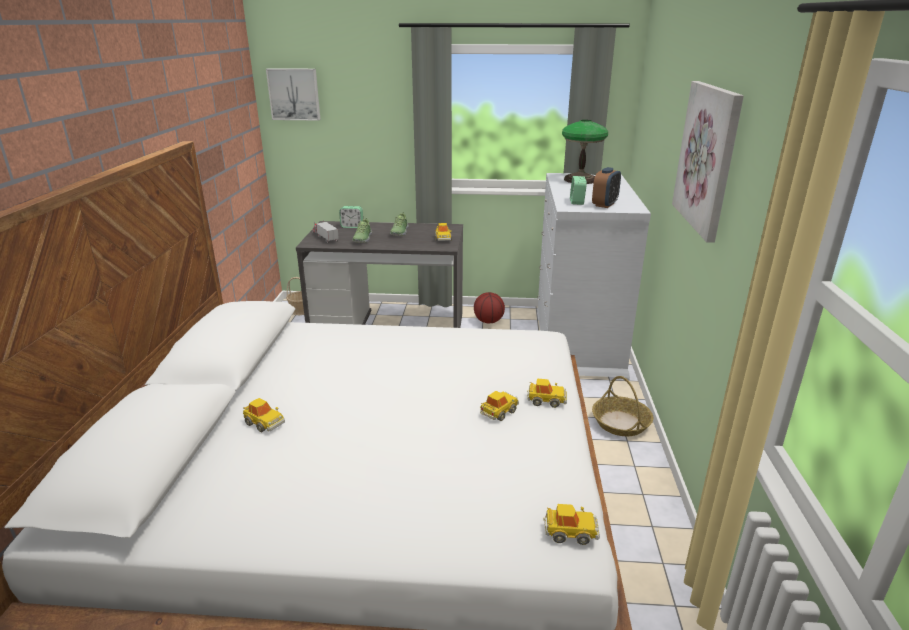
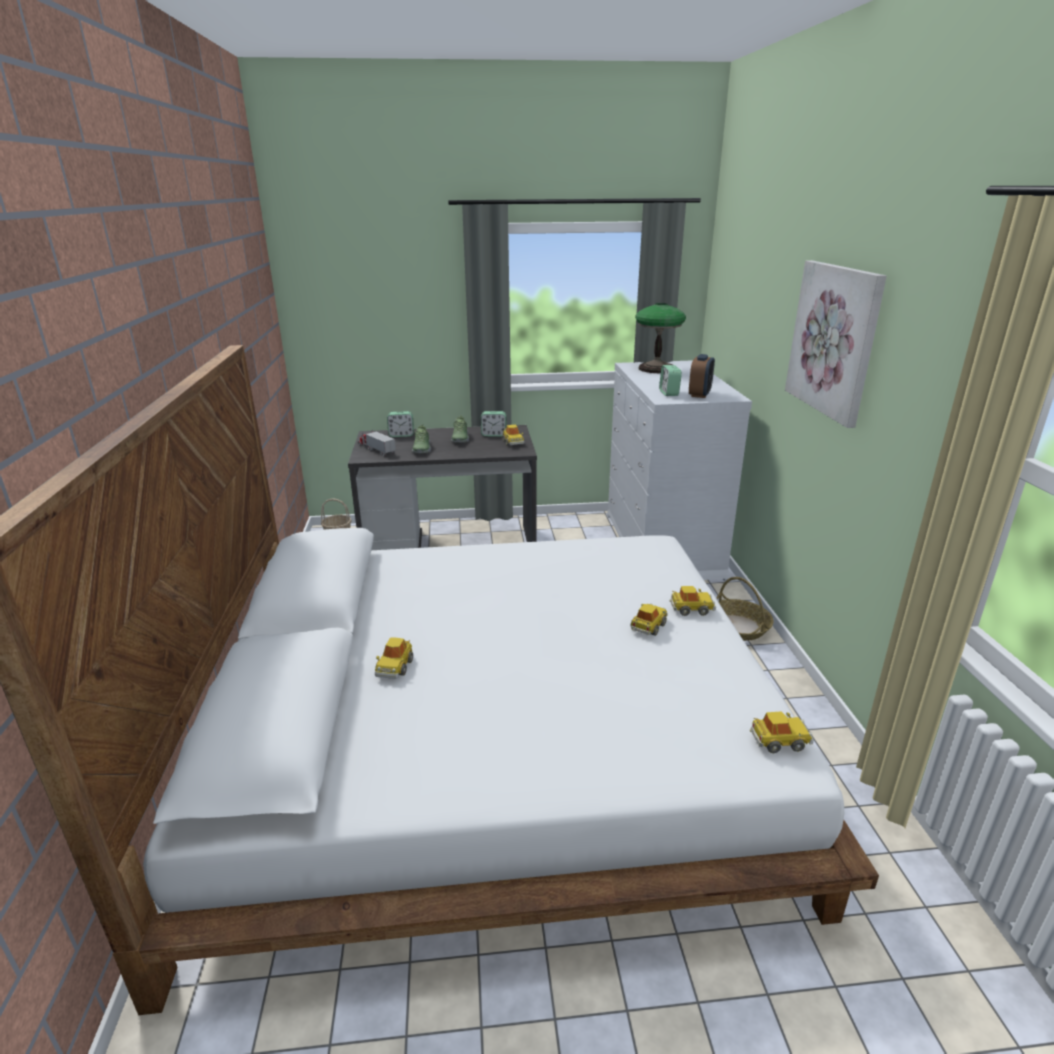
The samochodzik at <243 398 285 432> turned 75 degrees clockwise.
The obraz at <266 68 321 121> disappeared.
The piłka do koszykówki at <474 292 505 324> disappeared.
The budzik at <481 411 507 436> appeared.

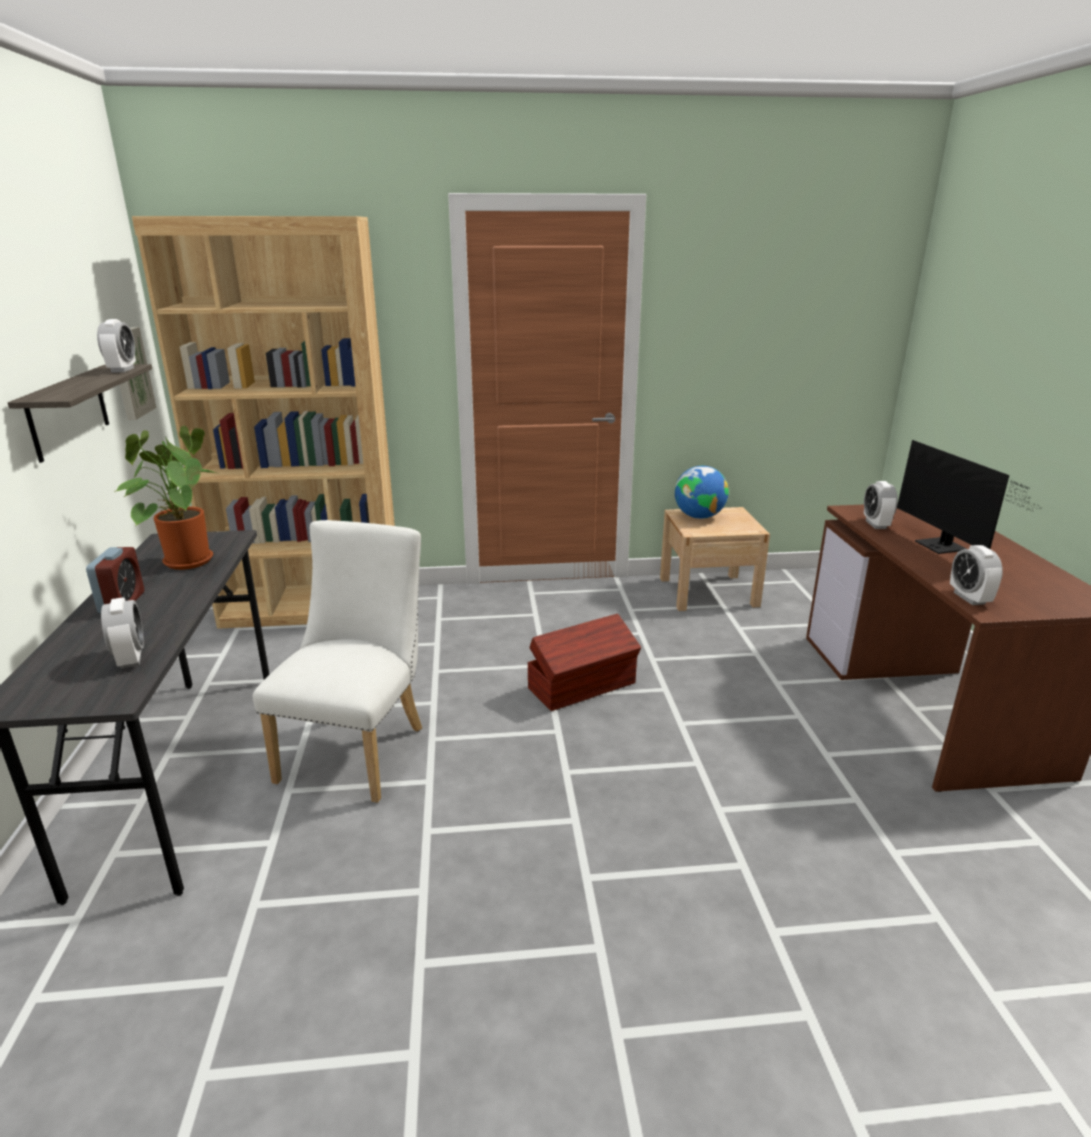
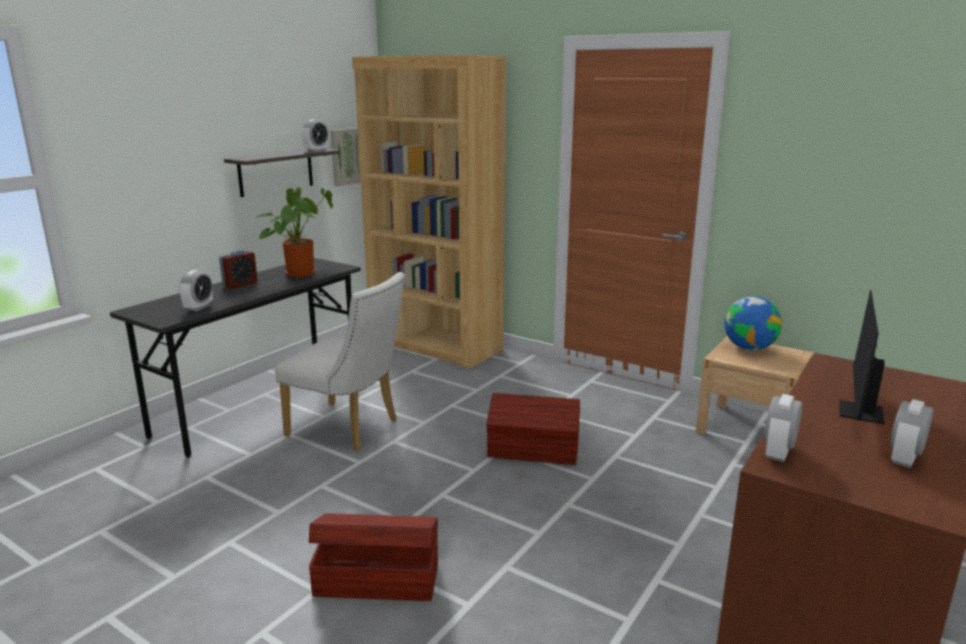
The krzesło [biały] at <253 520 422 803> turned 60 degrees clockwise.
The budzik moved from <864 481 898 529> to <890 399 933 468>.
The pojemnik do przechowywania [brązowy] at <308 513 438 601> appeared.

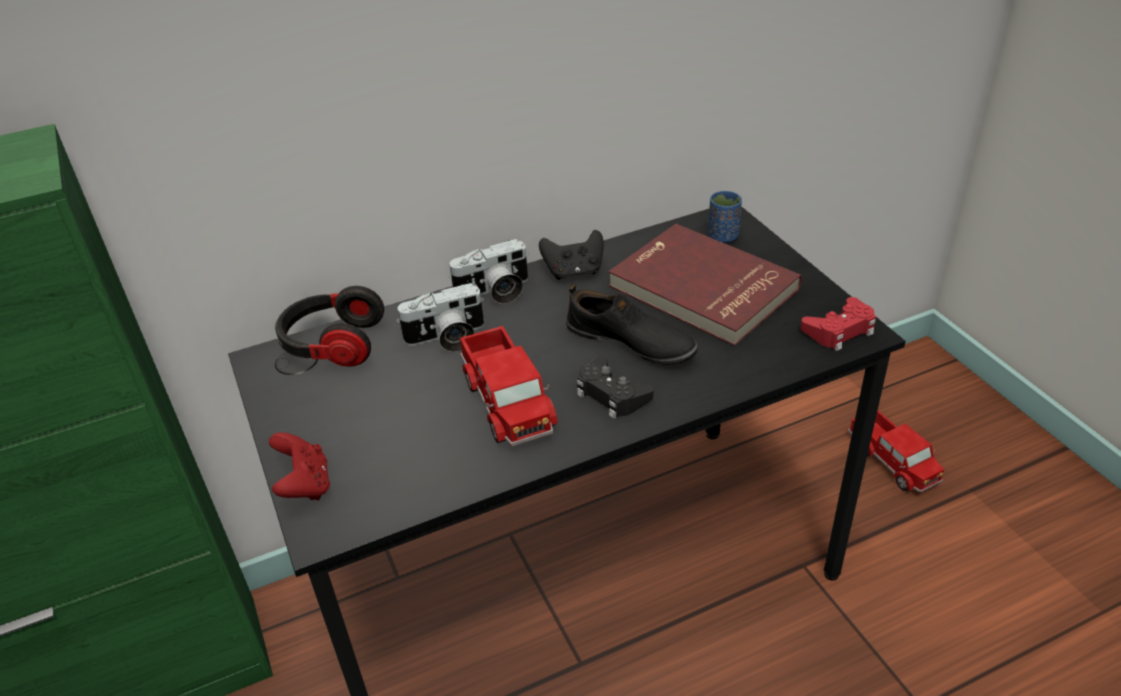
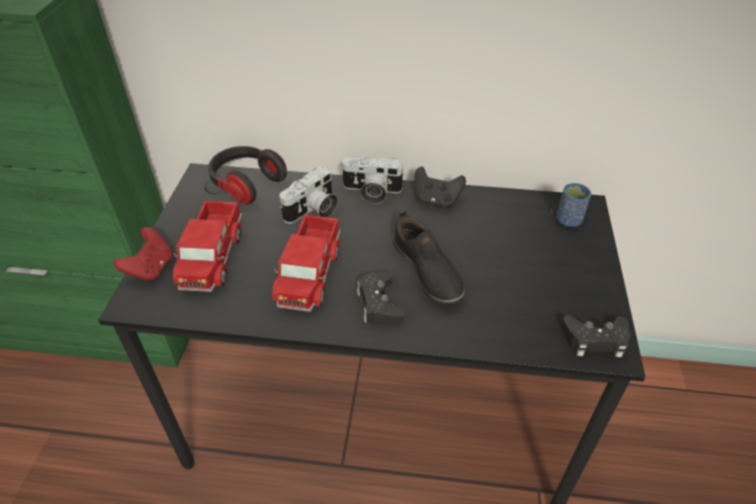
The aparat fotograficzny at <397 283 484 352> turned 60 degrees counterclockwise.
The książka [czerwony] at <608 224 802 346> disappeared.
The pad do gier [czerwony] at <800 297 876 351> became the pad do gier [czarny] at <561 315 631 357>.
The ciężarówka zabawkowa moved from <848 411 944 493> to <173 201 242 292>.

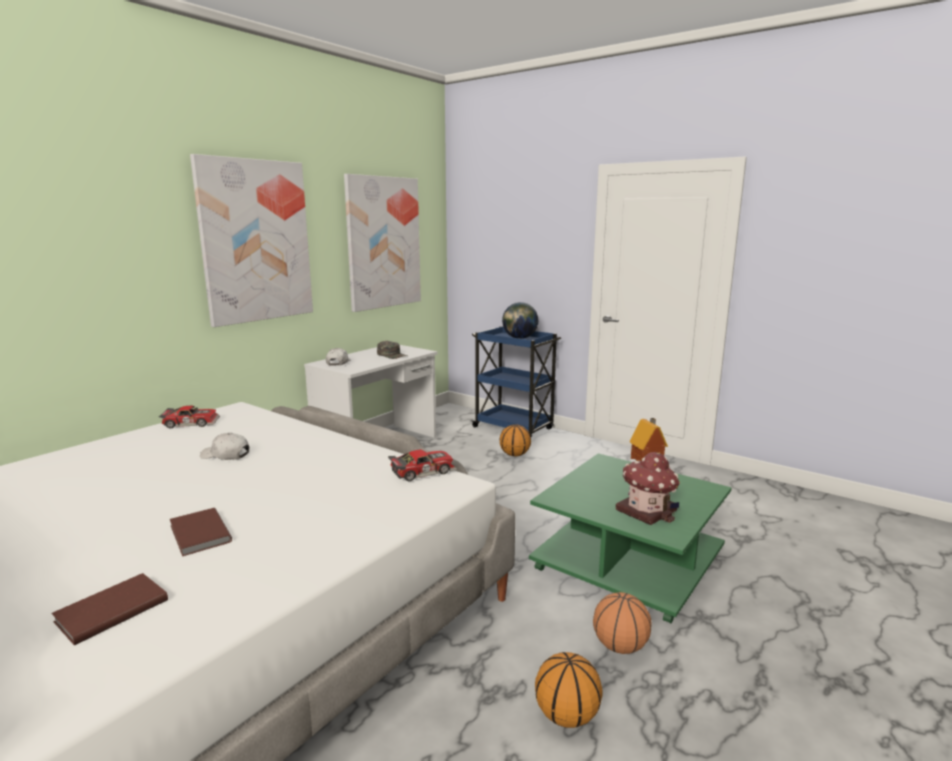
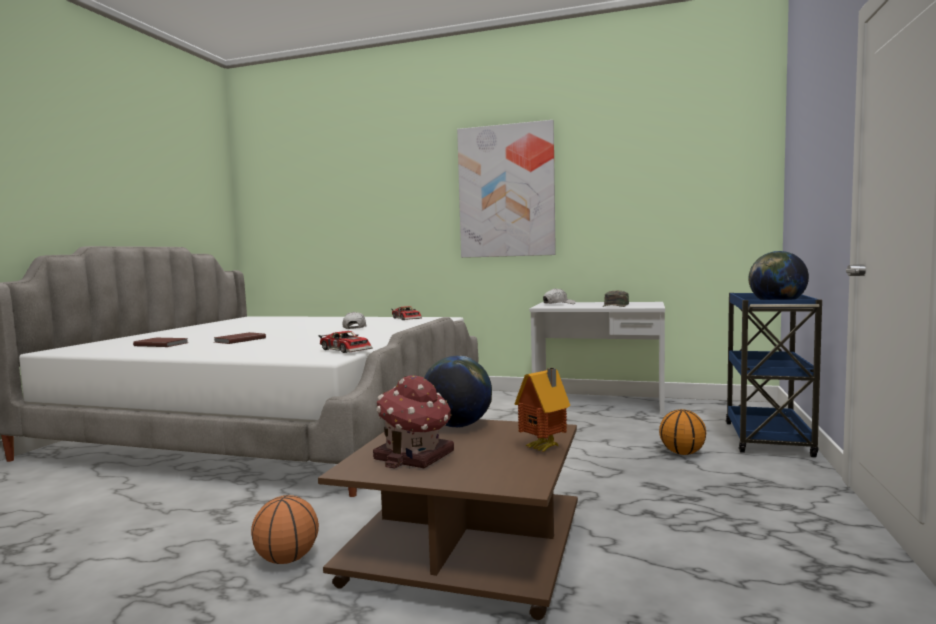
The obraz at <344 174 421 312> disappeared.
The ława [zielony] at <529 453 731 623> became the ława [brązowy] at <318 419 578 620>.
The piłka do koszykówki at <535 652 603 728> disappeared.
The globus at <424 356 492 427> appeared.

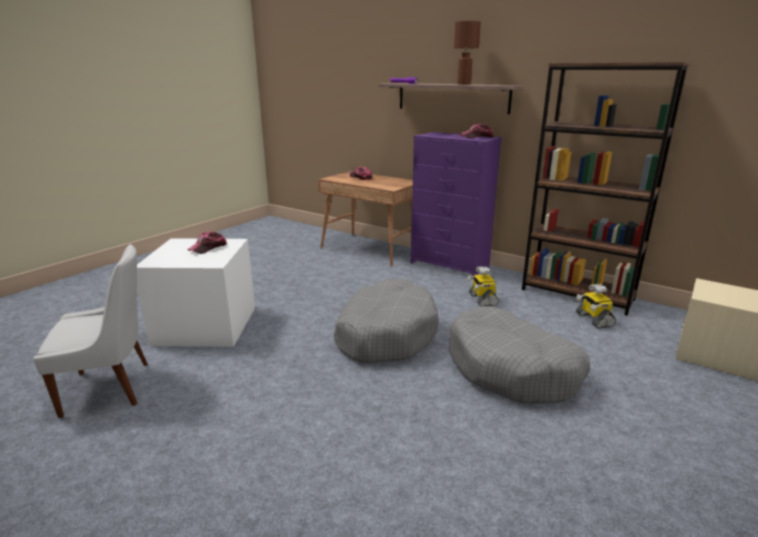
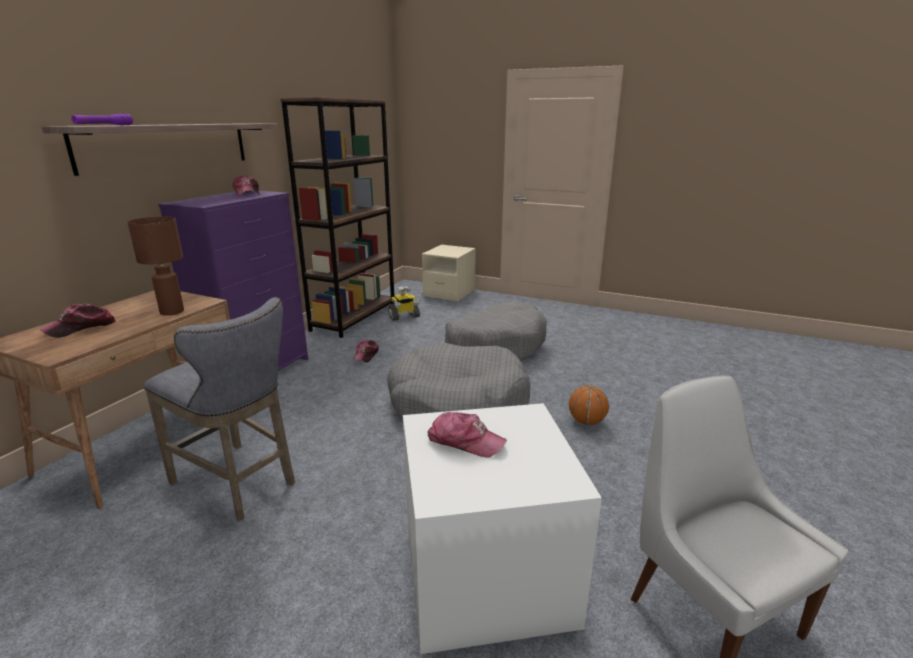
The lampa stołowa [brązowy] moved from <454 21 481 85> to <127 216 184 316>.
The robot zabawkowy at <467 266 499 306> was replaced by the czapka z daszkiem at <353 340 379 363>.
The stołek [szary] at <144 297 295 521> appeared.
The piłka do koszykówki at <569 385 609 425> appeared.

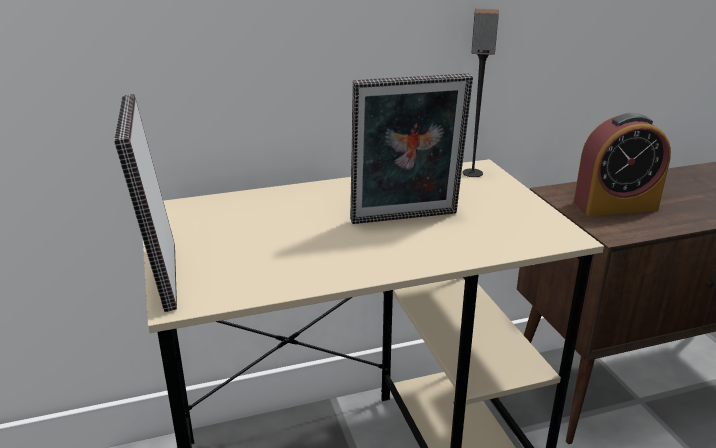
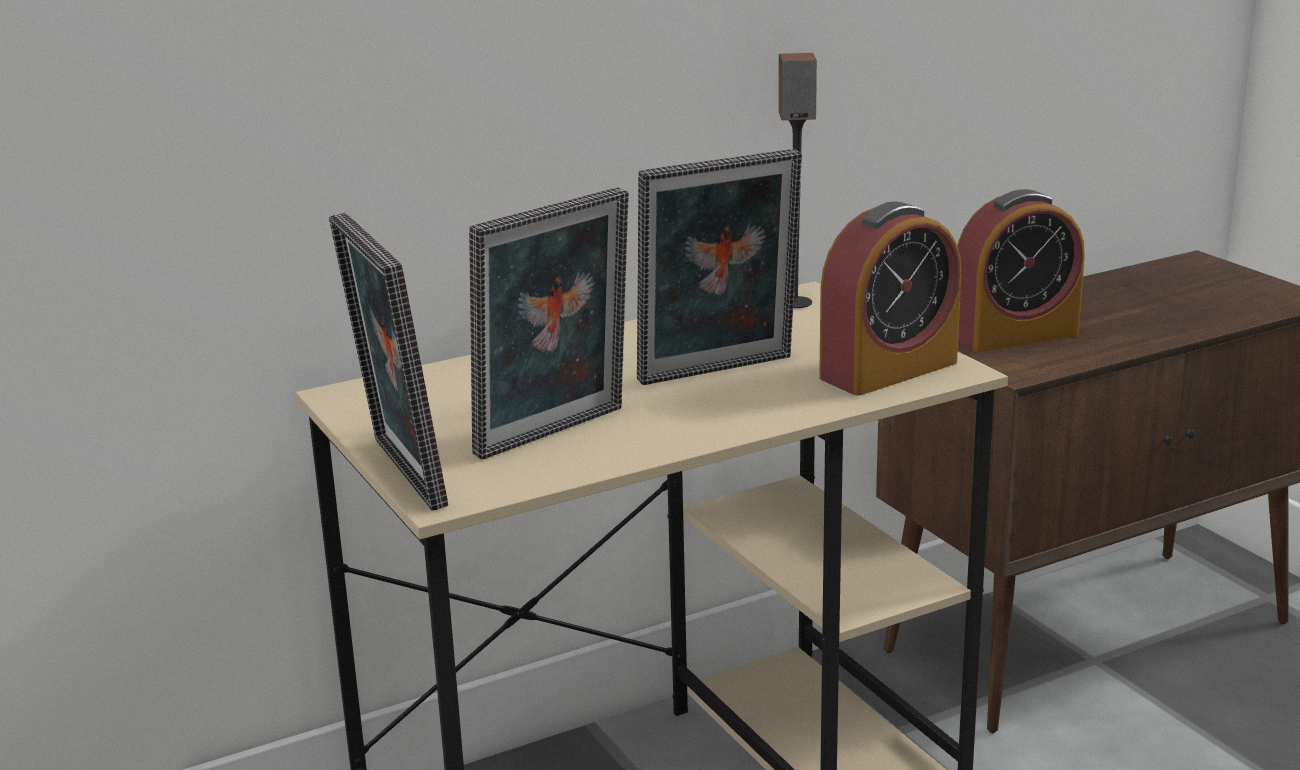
The ramka na zdjęcie at <469 187 629 460> appeared.
The budzik at <819 201 961 396> appeared.

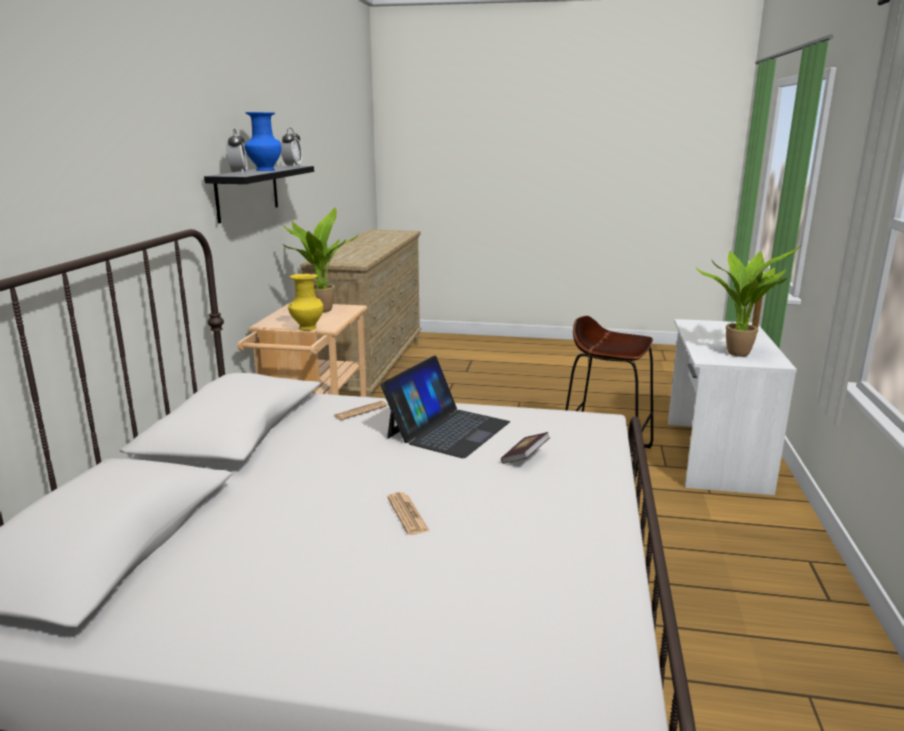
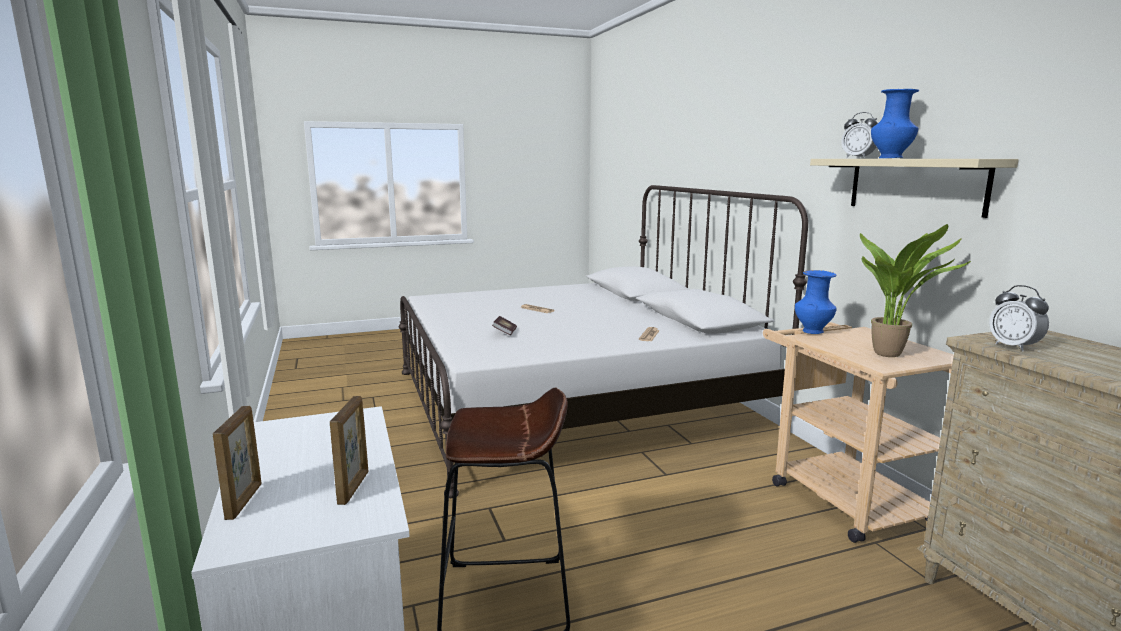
The półka [czarny] at <204 166 314 223> became the półka [beżowy] at <810 159 1019 218>.
The budzik moved from <281 128 302 167> to <989 285 1049 352>.
The wazon [żółty] at <288 273 324 330> became the wazon [niebieski] at <795 270 837 334>.
The laptop at <381 356 510 458> disappeared.
The roślina doniczkowa at <696 244 802 357> disappeared.
The ramka na zdjęcie at <330 396 368 505> appeared.

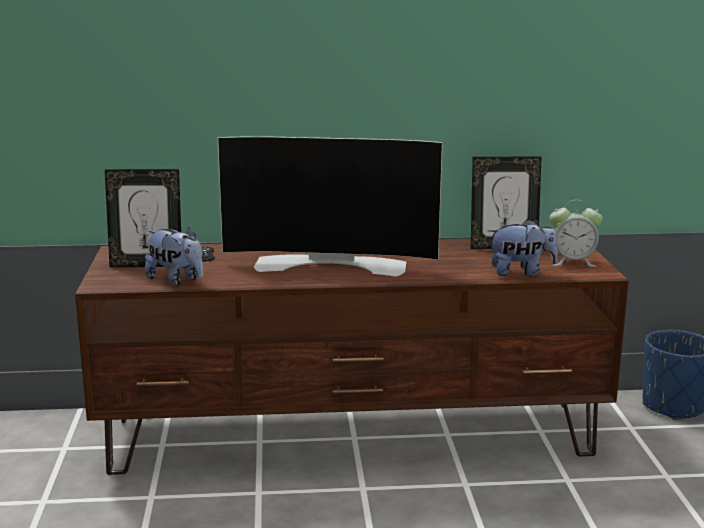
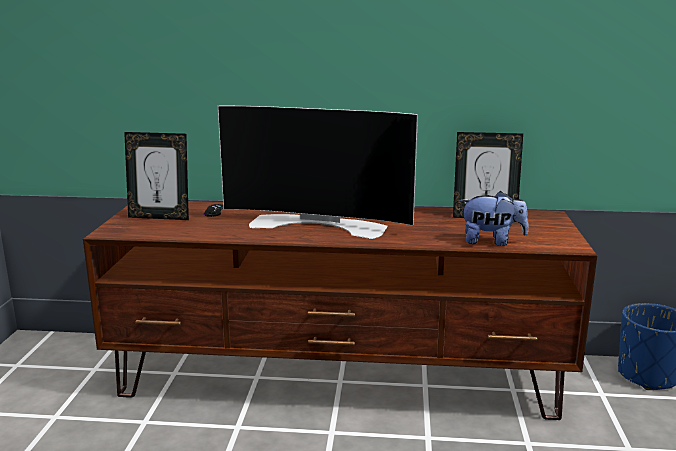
The pluszak at <145 227 204 286> disappeared.
The budzik at <550 200 603 267> disappeared.

